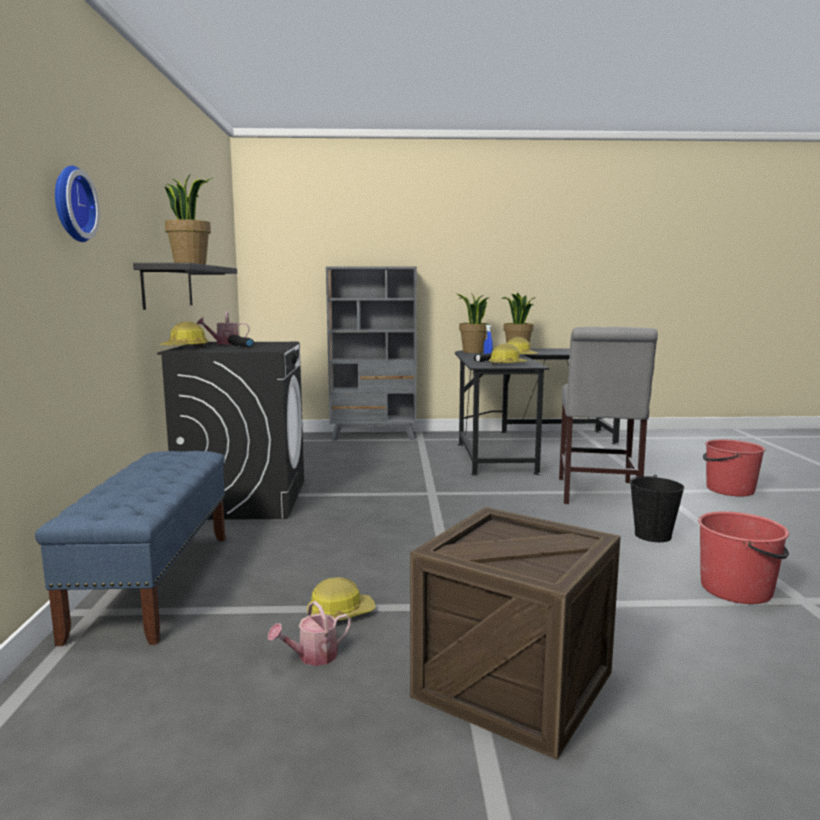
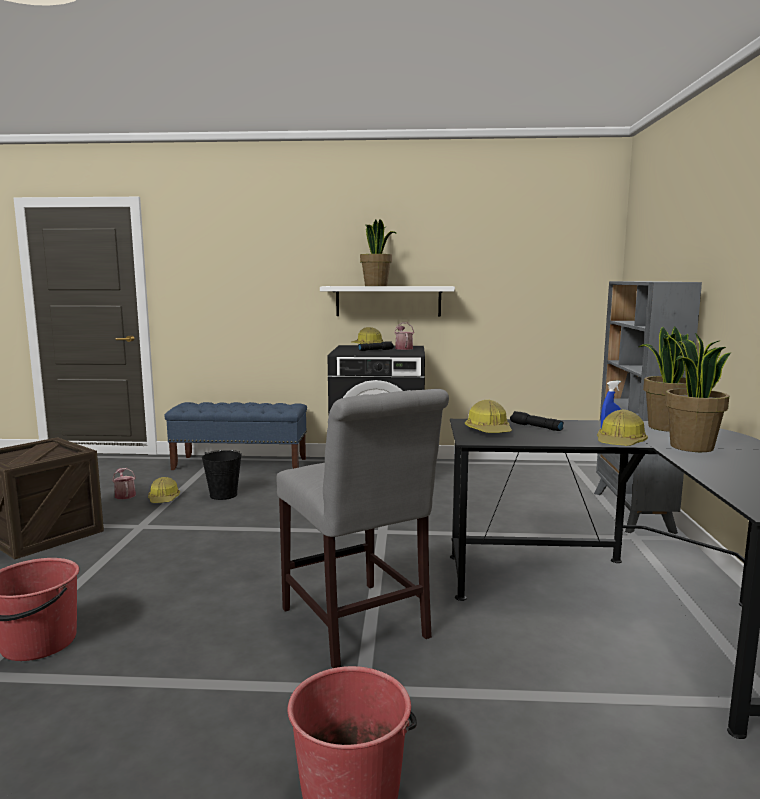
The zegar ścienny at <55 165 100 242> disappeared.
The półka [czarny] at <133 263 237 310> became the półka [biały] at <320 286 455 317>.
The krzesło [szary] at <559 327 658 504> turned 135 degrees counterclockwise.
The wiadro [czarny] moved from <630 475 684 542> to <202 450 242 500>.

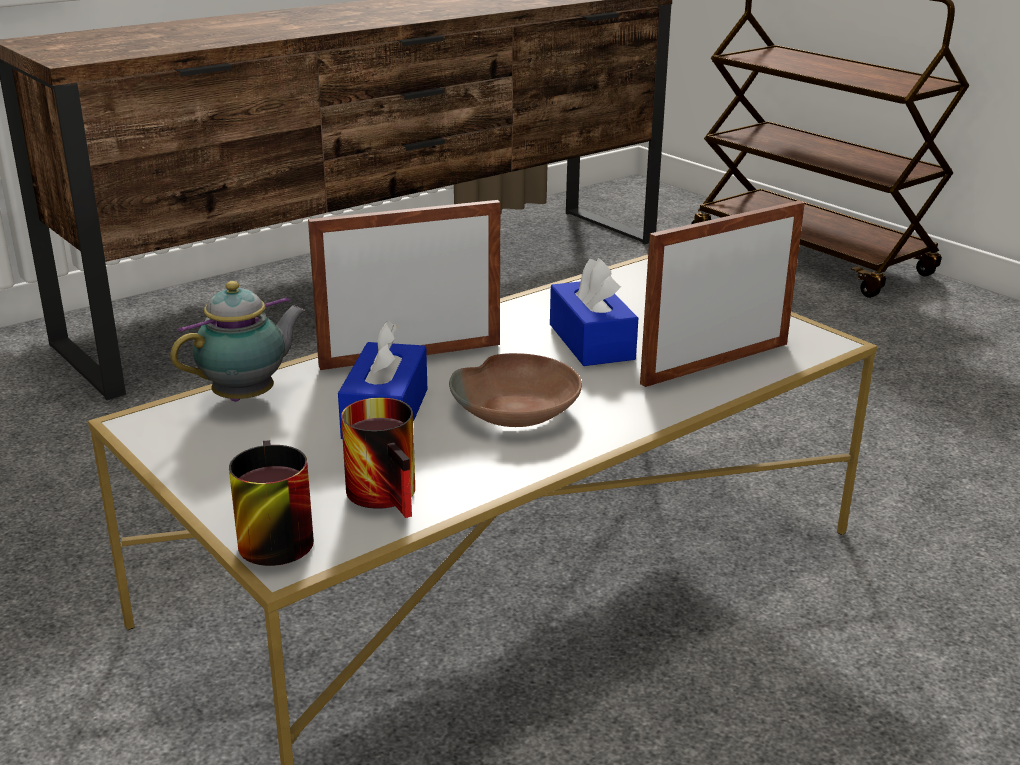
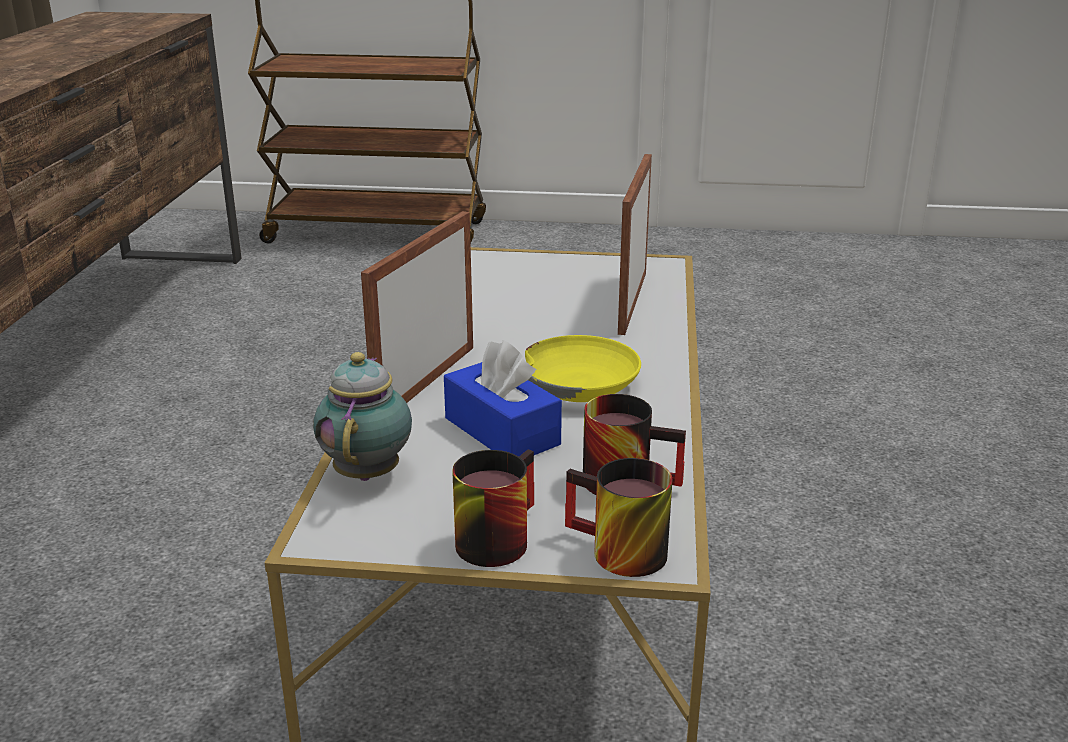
The miska [brązowy] at <449 353 582 427> became the miska [żółty] at <525 335 641 402>.
The pudełko chusteczek [niebieski] at <550 258 638 366> disappeared.
The kubek at <452 449 534 567> appeared.

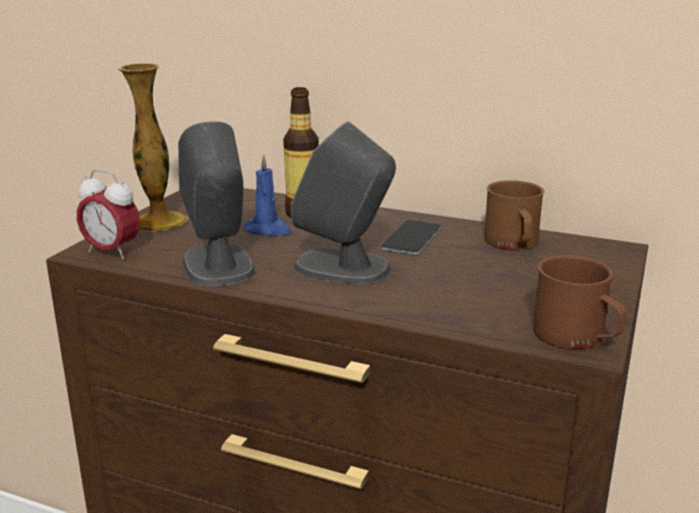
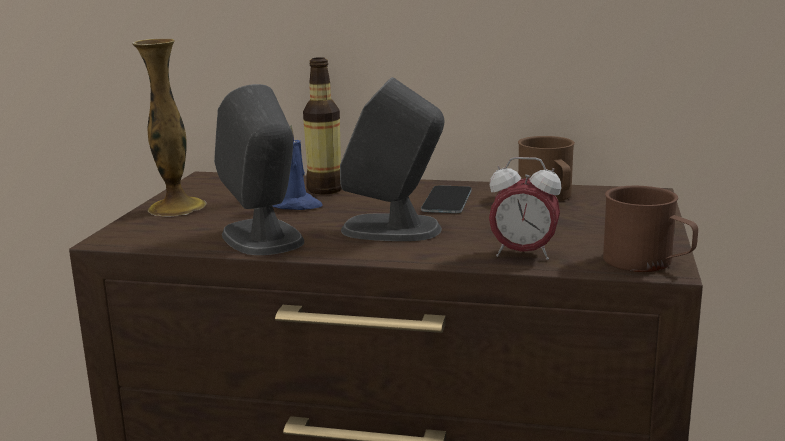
The budzik moved from <77 170 140 259> to <489 157 562 260>.

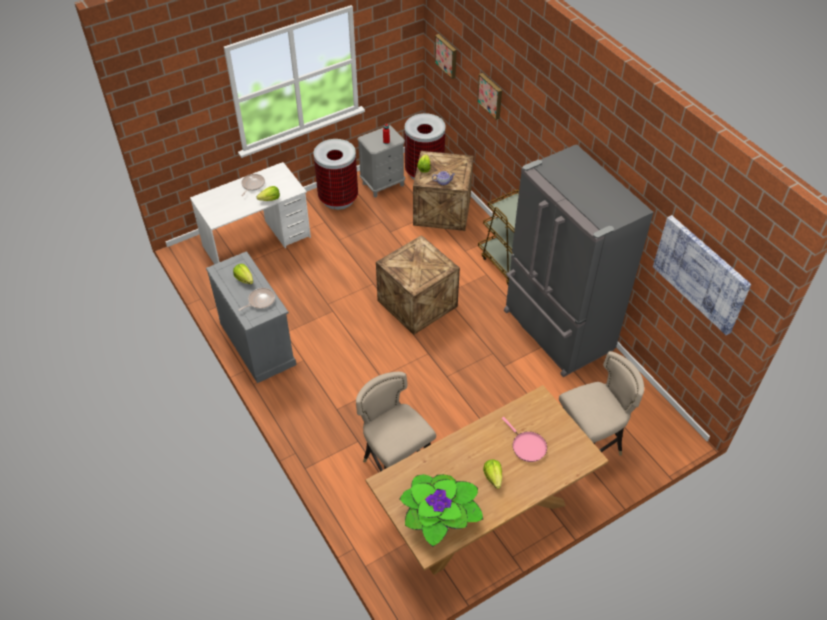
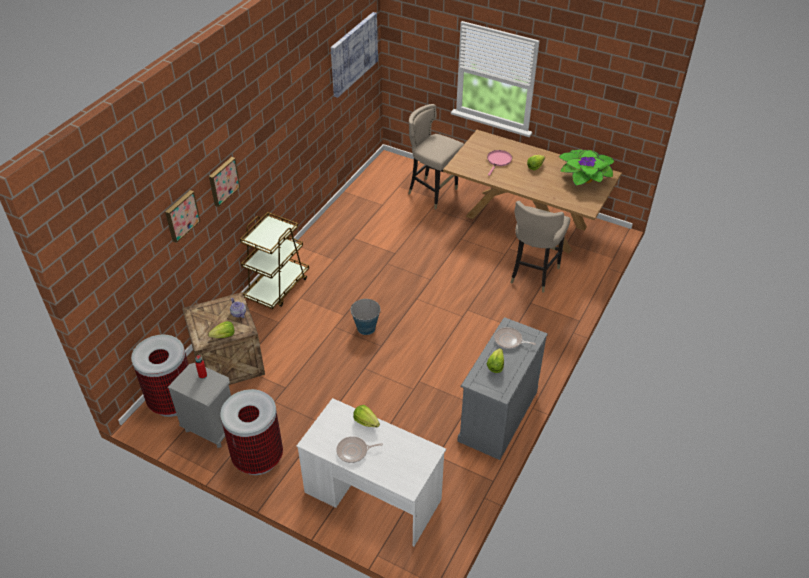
The skrzynka at <376 235 460 335> was replaced by the wiadro at <351 299 381 335>.
The obraz moved from <435 34 457 79> to <209 157 240 207>.
The lodówka [szary] at <504 144 654 377> disappeared.

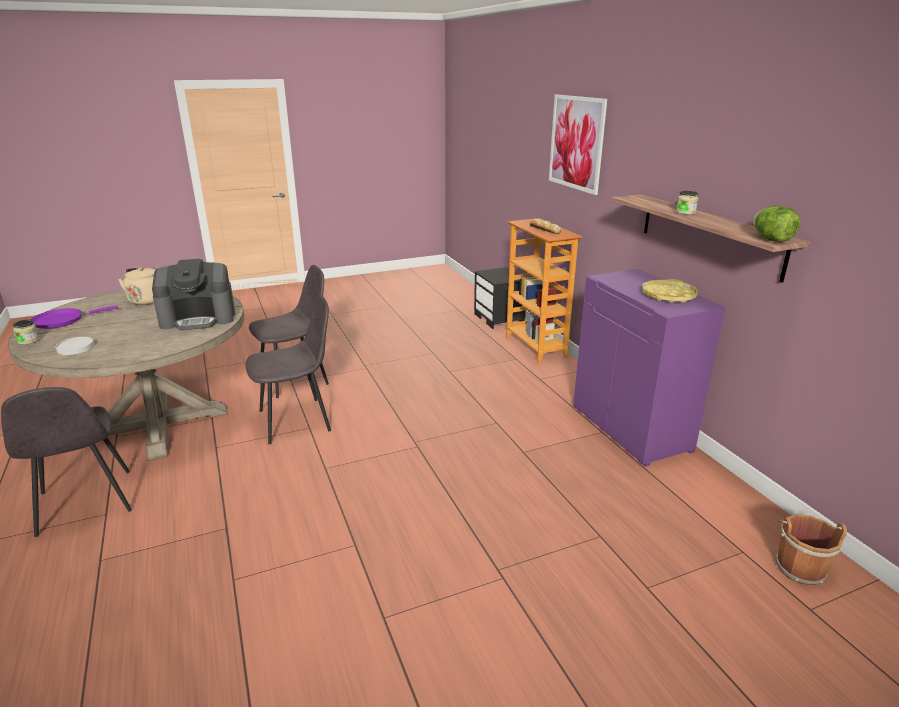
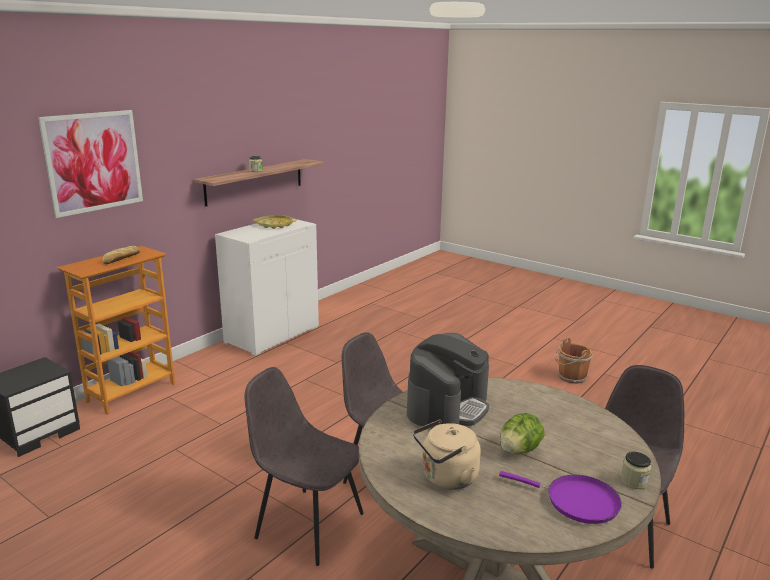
The talerz [biały] at <56 337 94 355> disappeared.
The ekspres do kawy at <152 259 235 330> turned 75 degrees clockwise.
The szafka [fioletowy] at <573 269 725 467> became the szafka [biały] at <215 220 319 356>.
The sałata moved from <753 205 800 242> to <500 413 545 454>.
The wiadro [brązowy] moved from <775 514 847 586> to <555 337 593 384>.

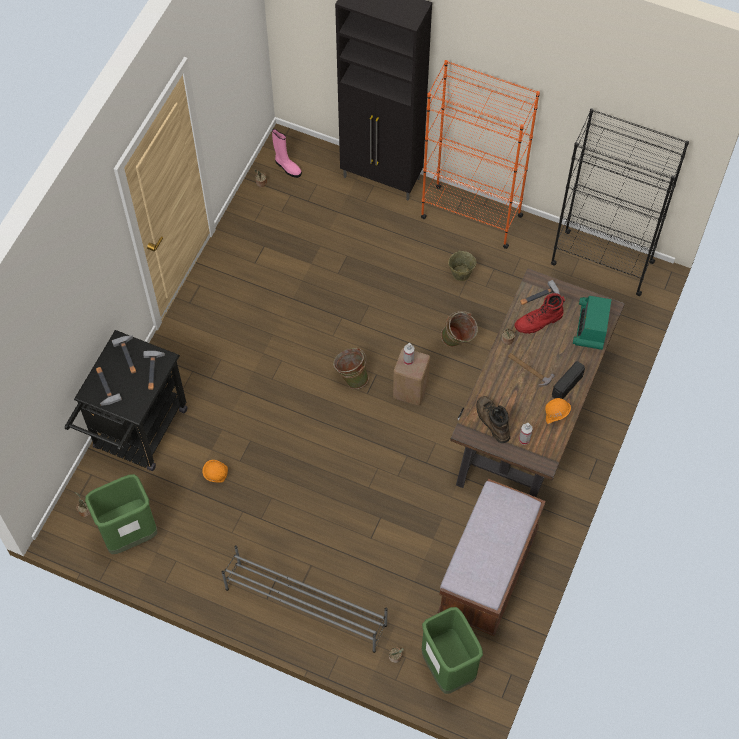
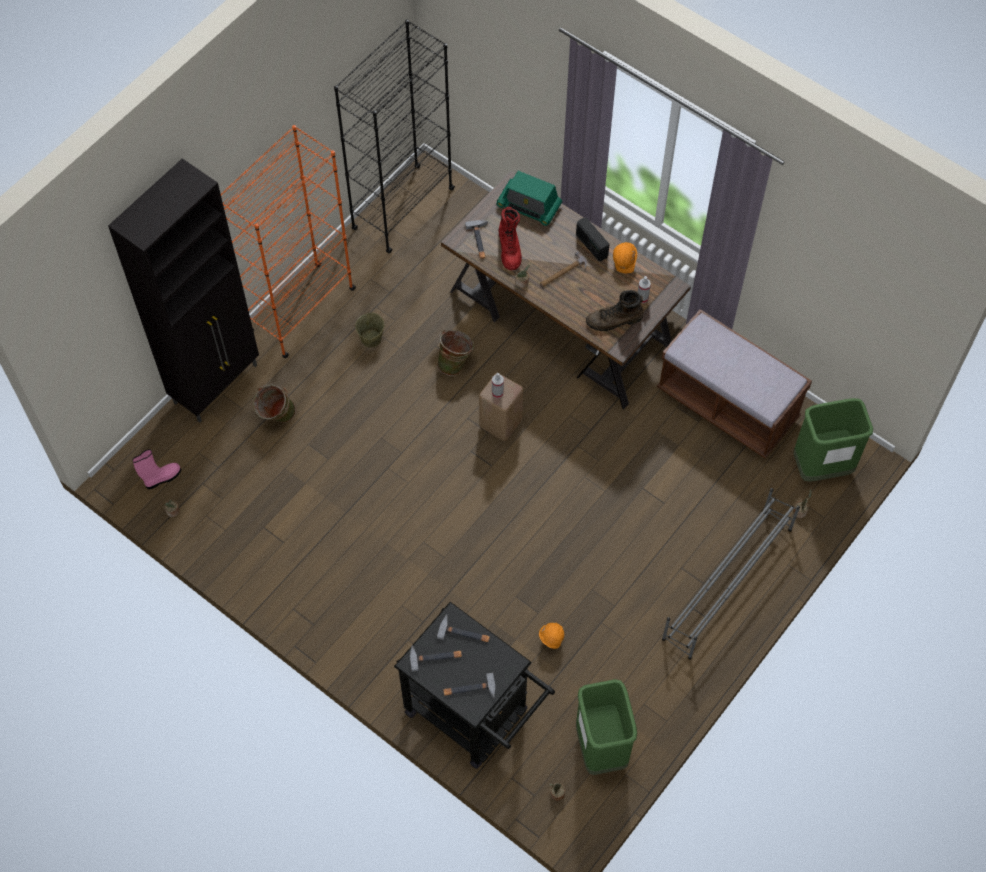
The wiadro [zielony] moved from <333 347 369 389> to <253 383 296 423>.

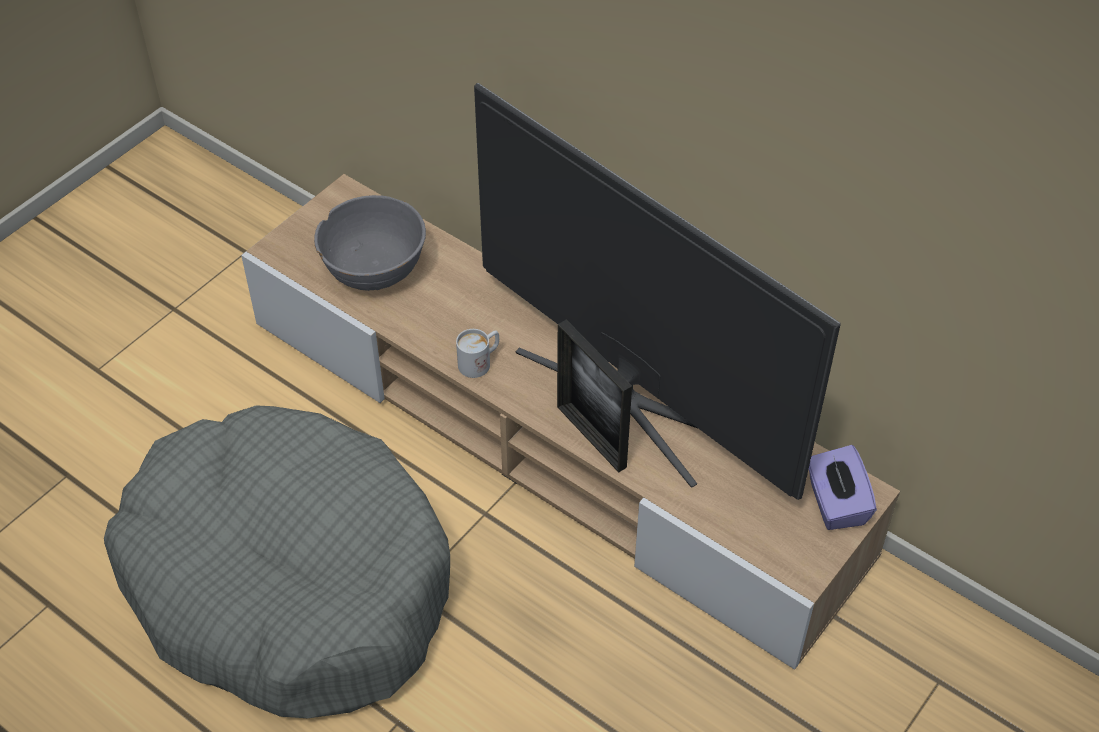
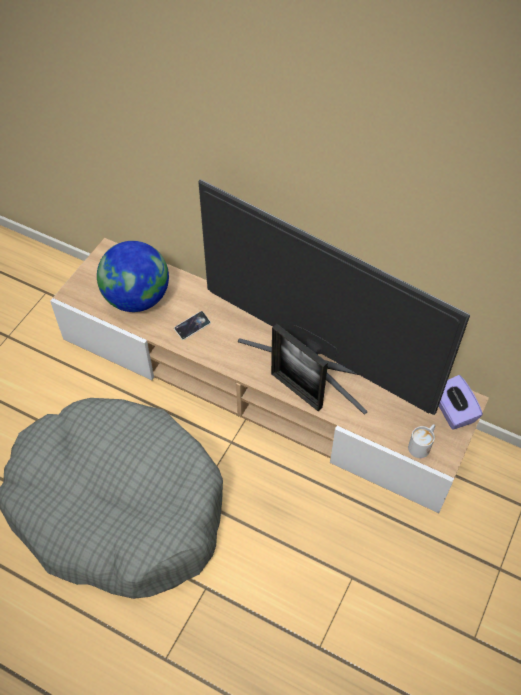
The miska [szary] at <314 195 426 291> was replaced by the globus at <97 241 169 312>.
The kubek [biały] moved from <456 329 499 378> to <408 424 435 458>.
The telefon at <174 311 211 340> appeared.

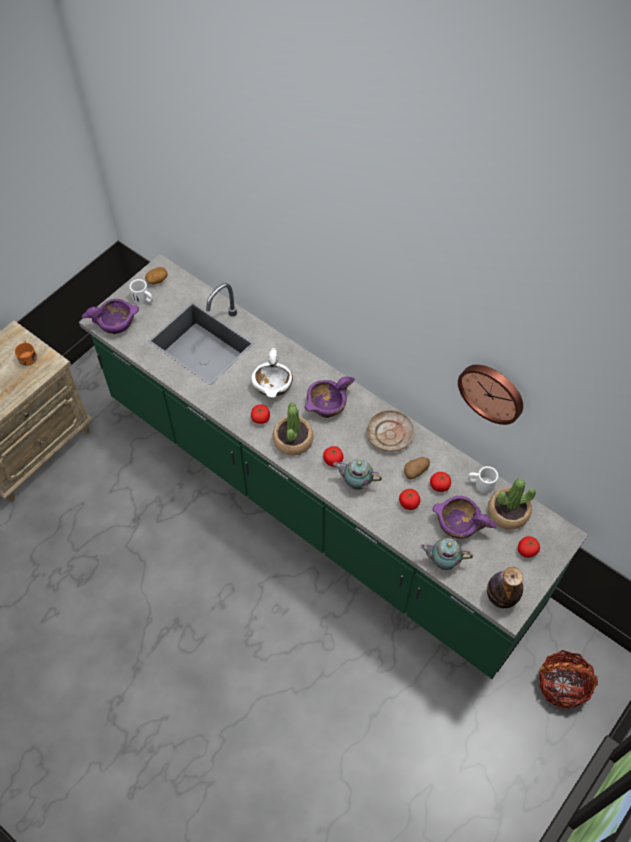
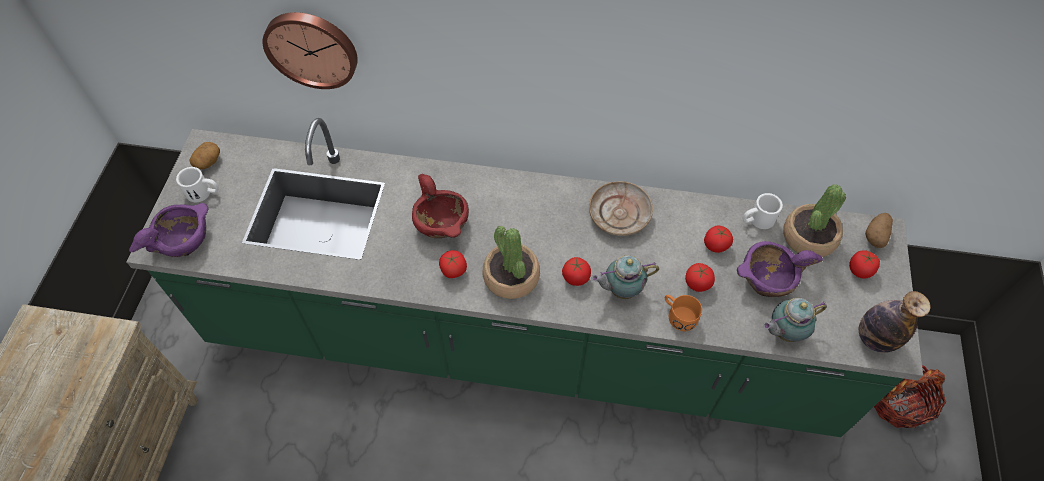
The kubek [pomarańczowy] moved from <15 340 37 366> to <665 295 702 331>.
The miska [biały] at <251 348 293 398> became the miska [czerwony] at <412 174 469 238>.
The miska [fioletowy] at <305 377 355 418> disappeared.
The ziemniak moved from <404 457 430 479> to <865 213 893 248>.
The zegar ścienny moved from <458 365 523 425> to <262 12 358 89>.

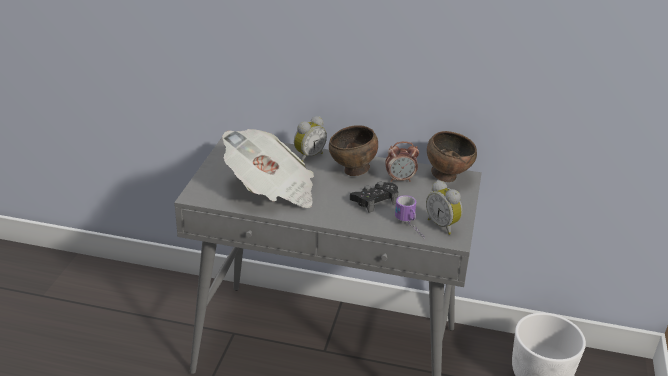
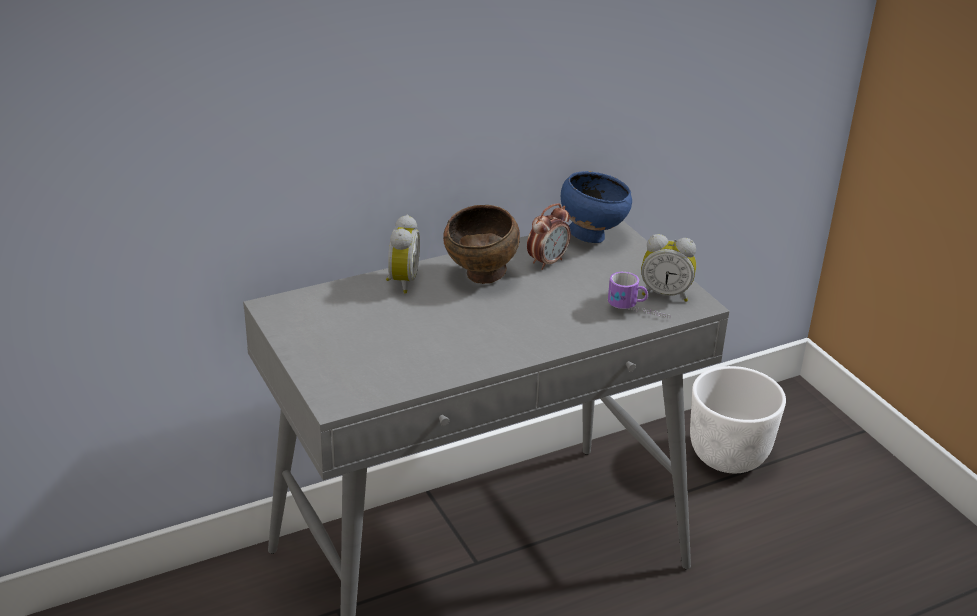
The gazeta at <222 129 314 208> disappeared.
The pad do gier [czarny] at <350 182 398 213> disappeared.
The miska [brązowy] at <427 131 477 182> became the miska [niebieski] at <561 171 632 243>.

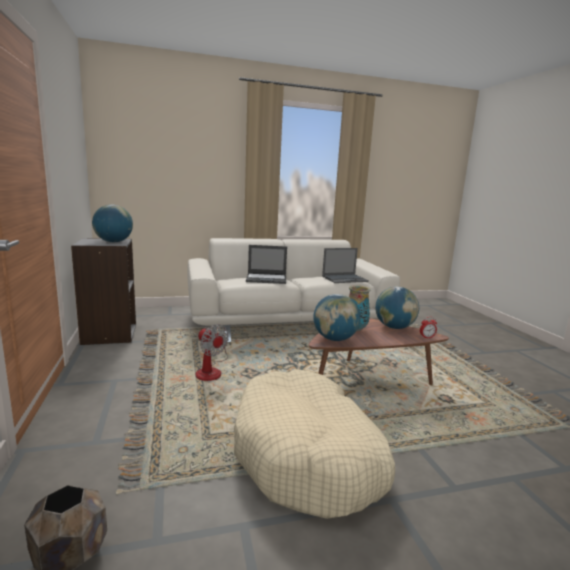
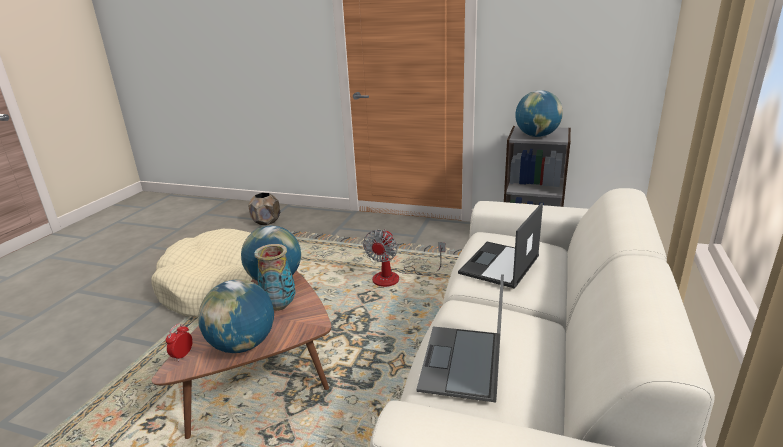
The wentylator at <196 324 229 381> turned 60 degrees counterclockwise.

